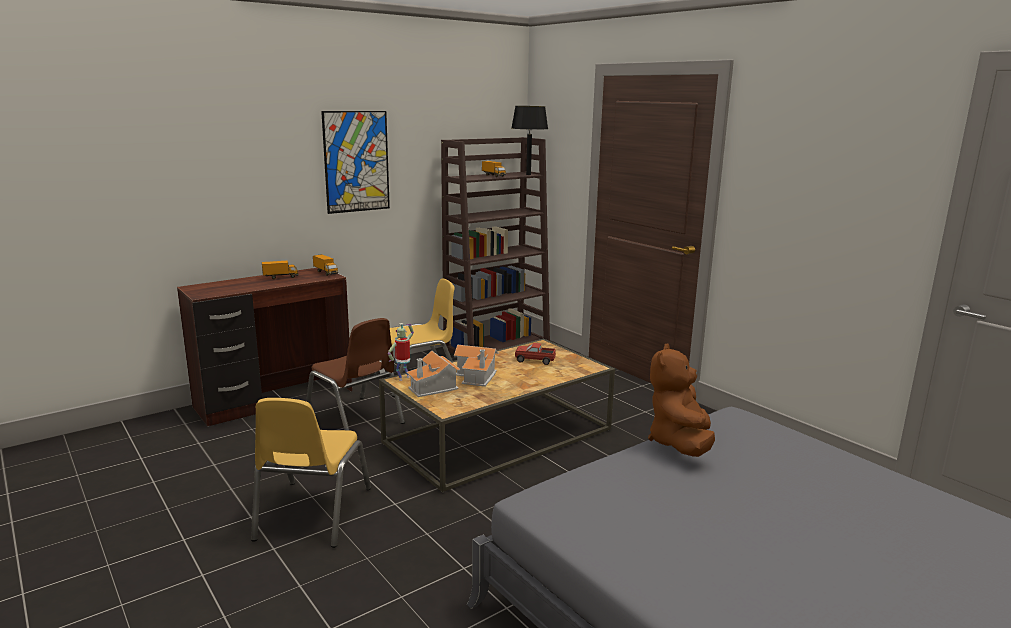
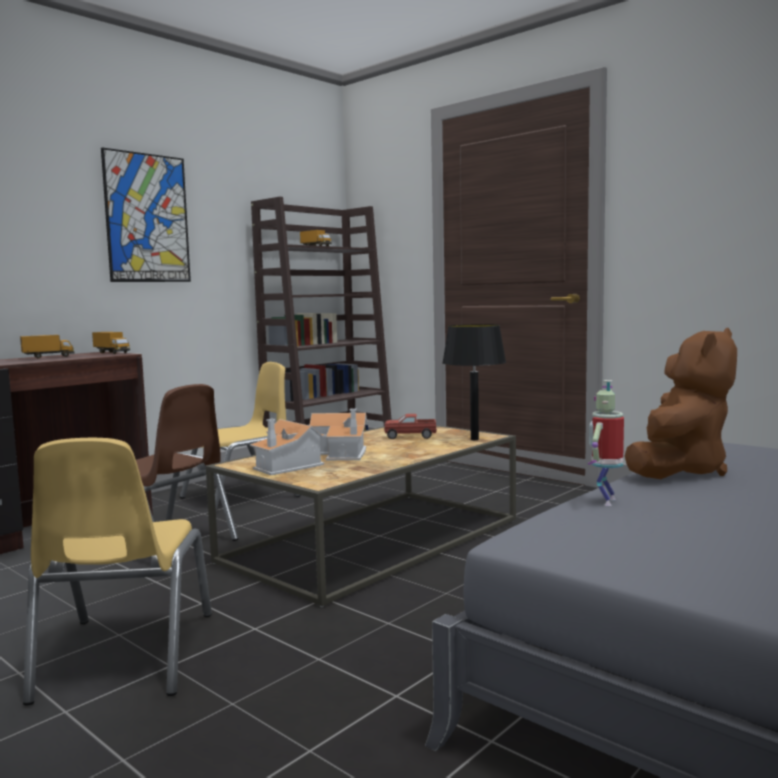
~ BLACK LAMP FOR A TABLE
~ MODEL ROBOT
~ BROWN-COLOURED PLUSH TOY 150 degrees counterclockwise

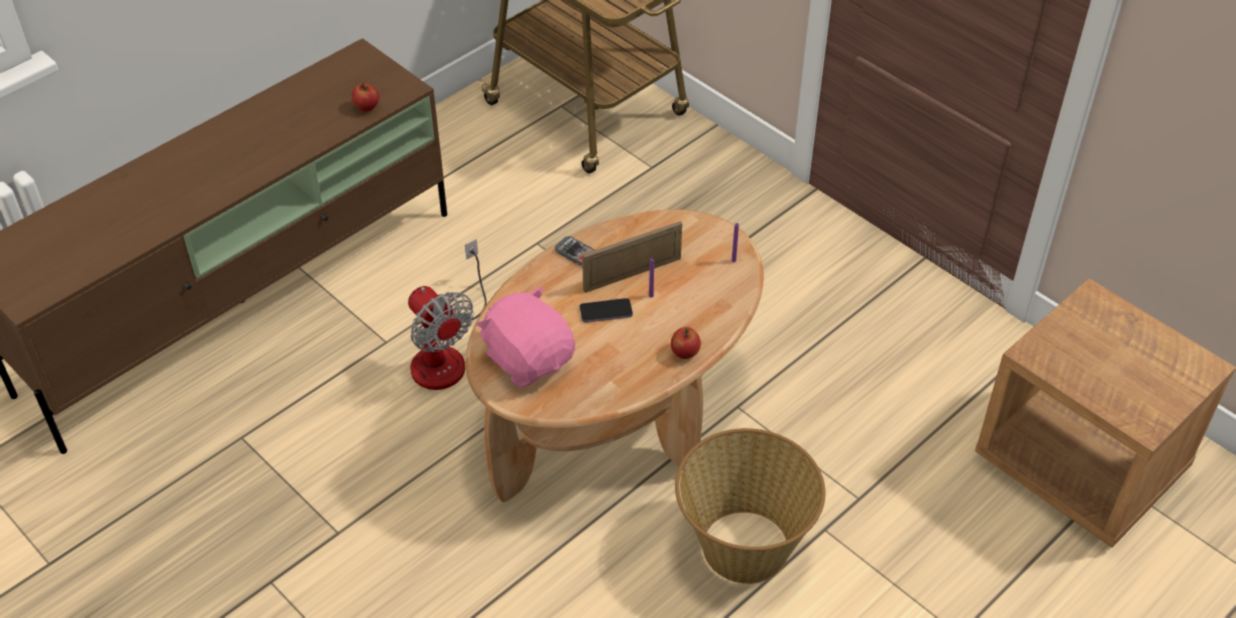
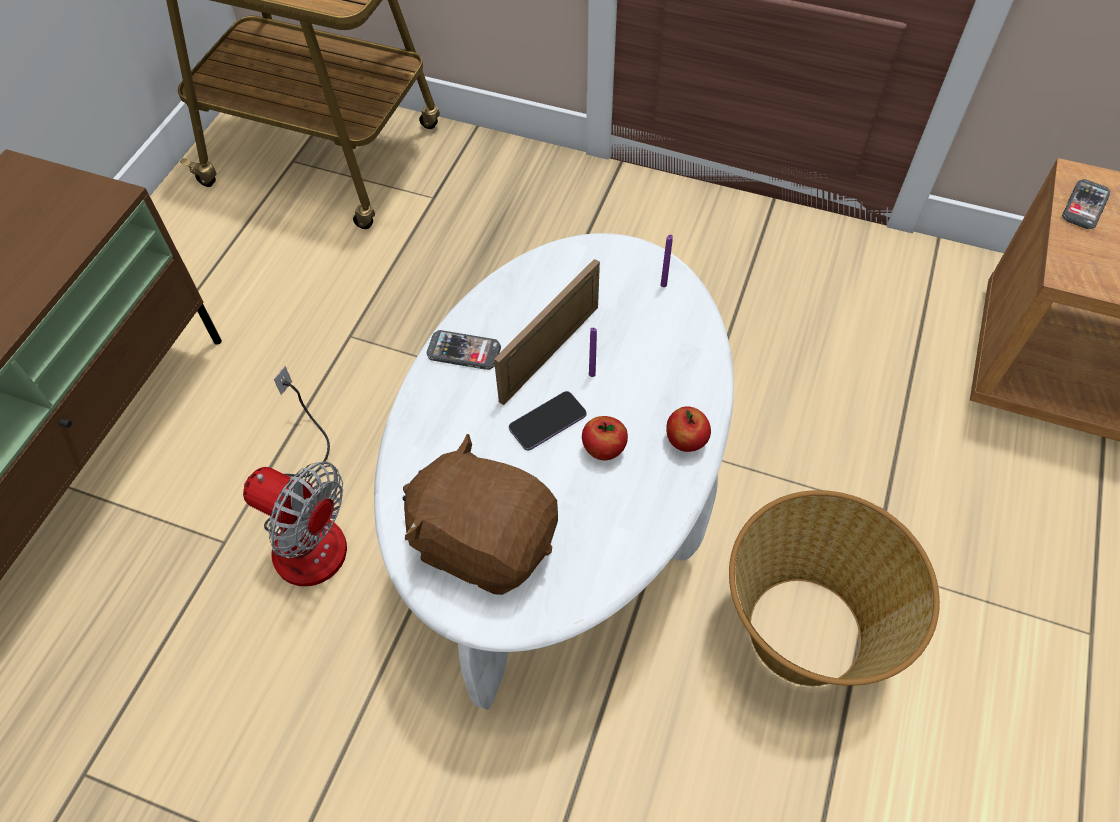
~ BROWN-COLOURED LOUNGE TABLE to WHITE LOUNGE TABLE
~ PINK PLUSH TOY to BROWN-COLOURED PLUSH TOY
~ APPLE FRUIT (1st from left)
+ TELEPHONE (3rd from left)

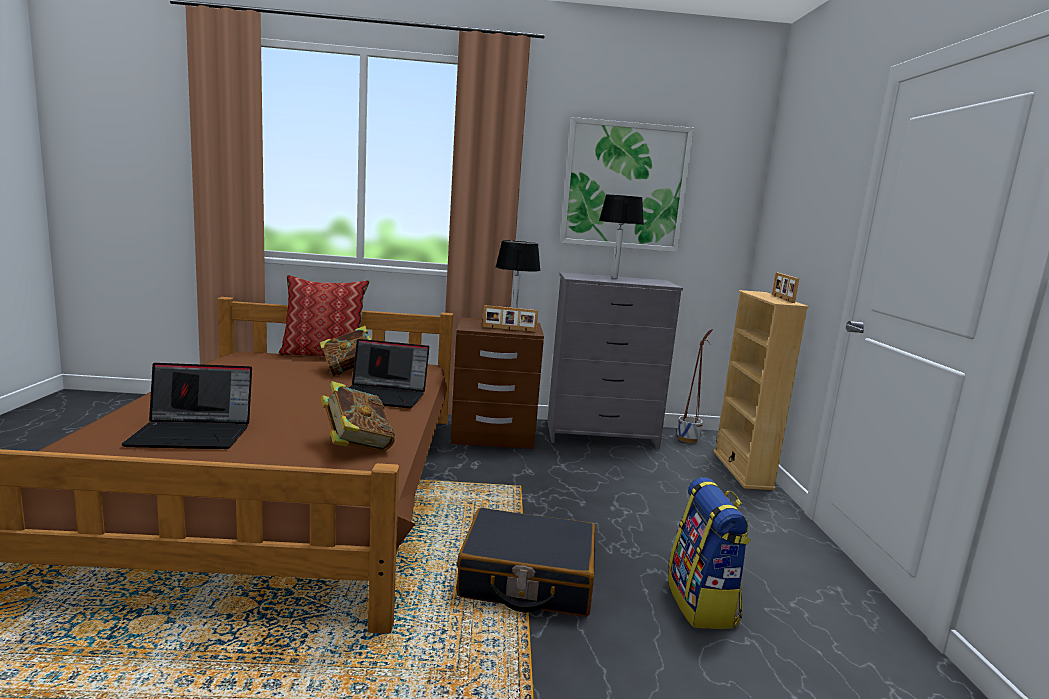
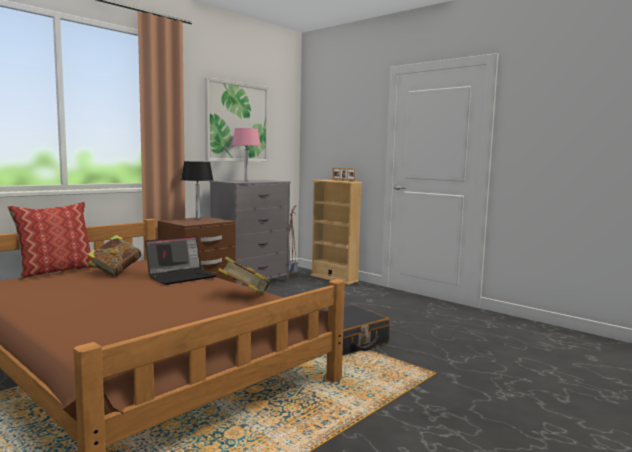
~ BLACK LAMP FOR A TABLE (2nd from left) to PINK LAMP FOR A TABLE
- LAPTOP (1st from left)
- STANDING FRAME (1st from left)
- BACKPACK

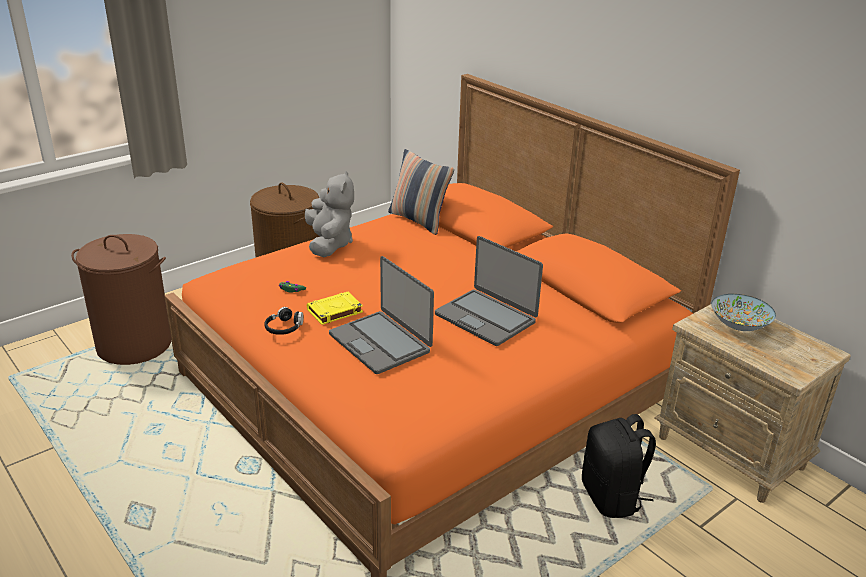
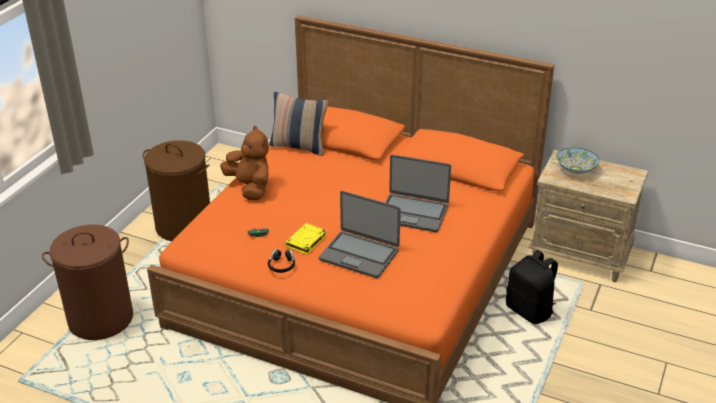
~ GREYISH PLUSH TOY to BROWN-COLOURED PLUSH TOY

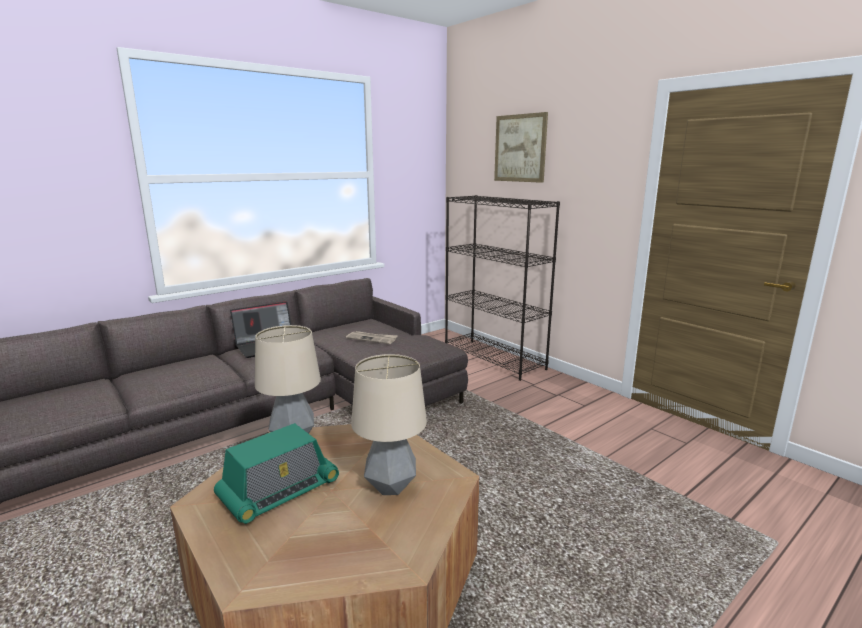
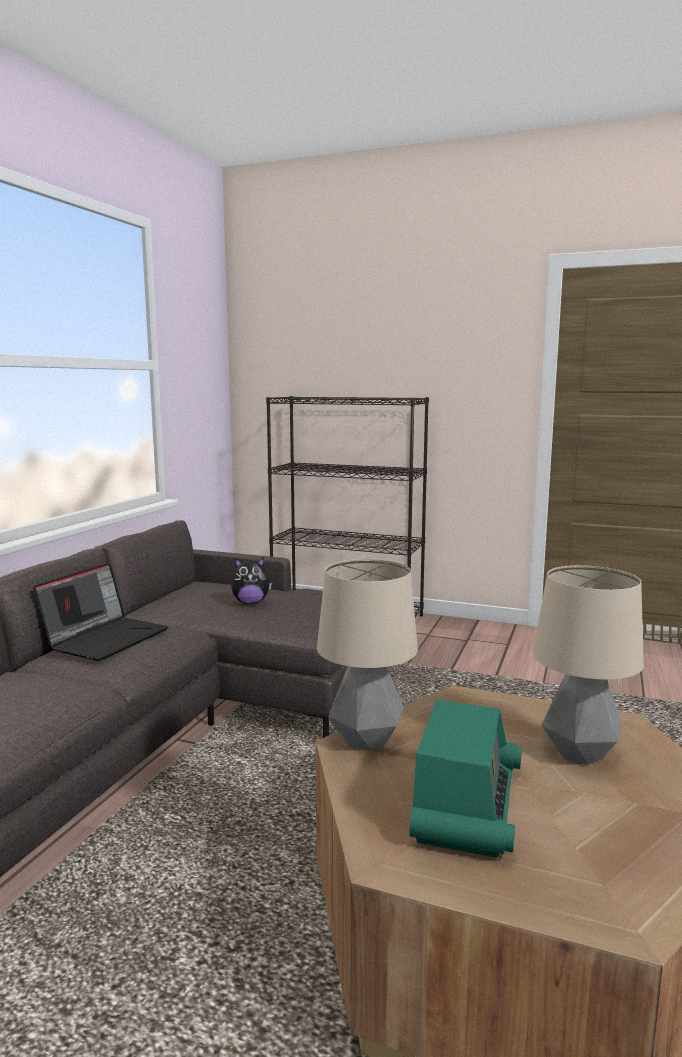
~ NEWSPAPER to PLUSH TOY
- WALL PICTURE

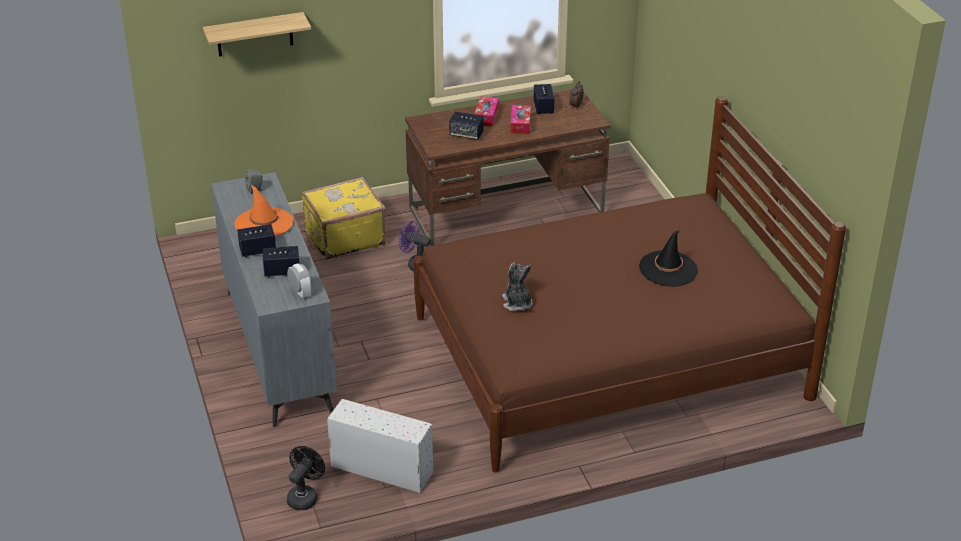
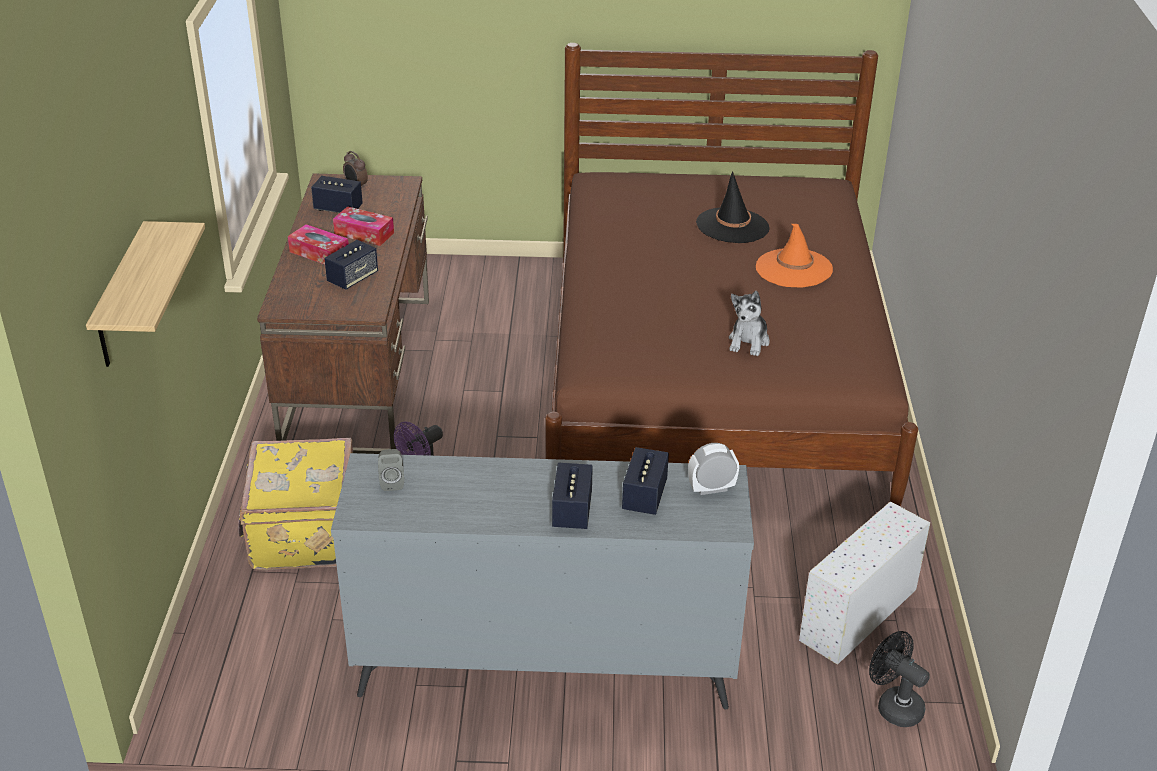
~ PLUSH TOY 75 degrees counterclockwise
~ ORANGE-COLOURED WEARABLE HAT

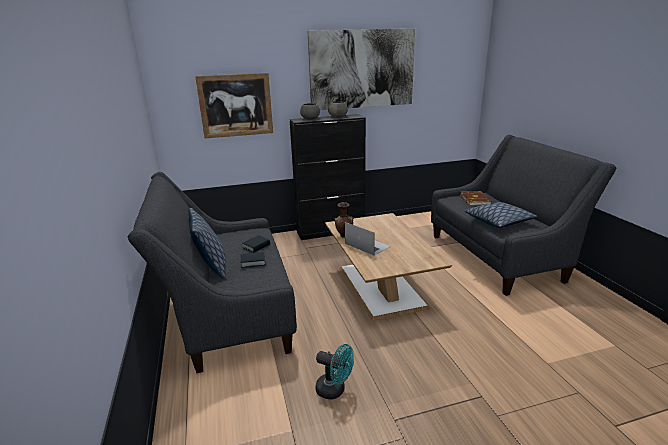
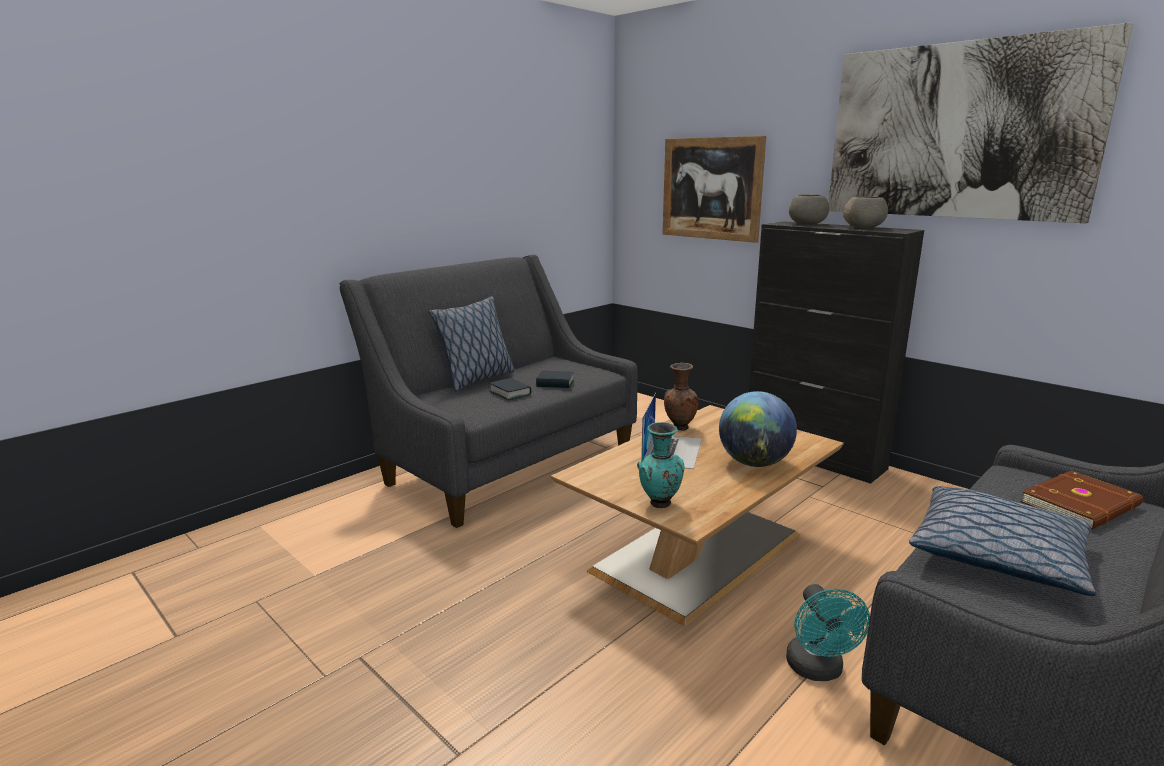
+ TURQUOISE FLOWER VASE
+ WORLD GLOBE
~ TURQUOISE FAN

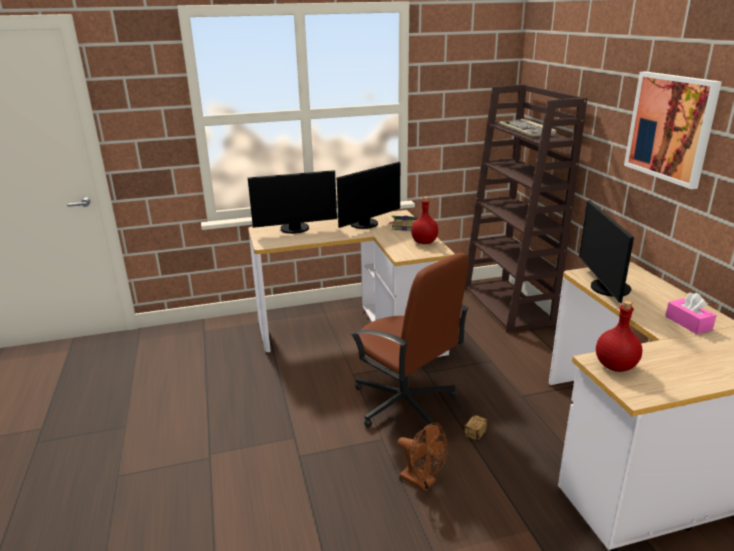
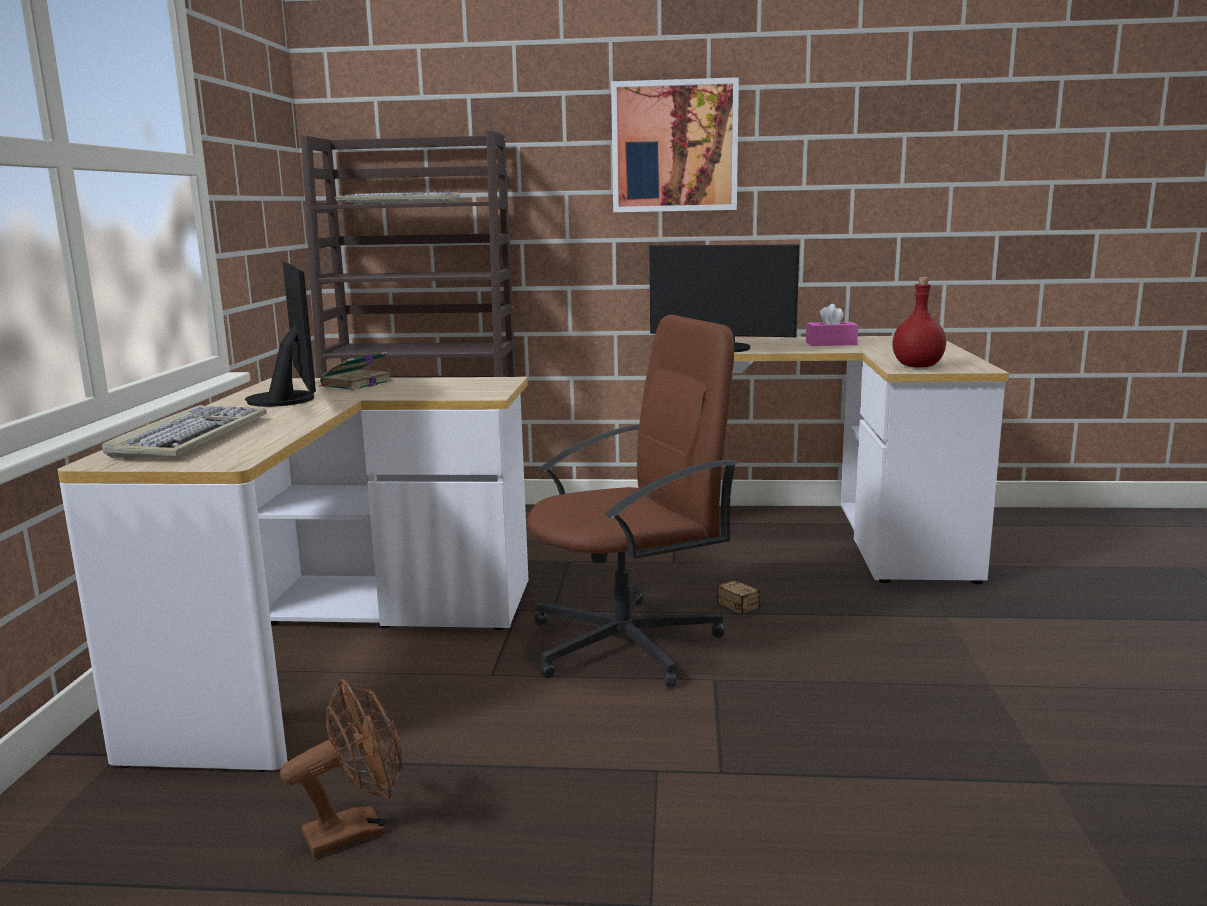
~ COMPUTER DISPLAY (1st from left) to COMPUTER KEYBOARD (1st from left)
~ BROWN-COLOURED FAN
- REDDISH DRINK BOTTLE (1st from left)

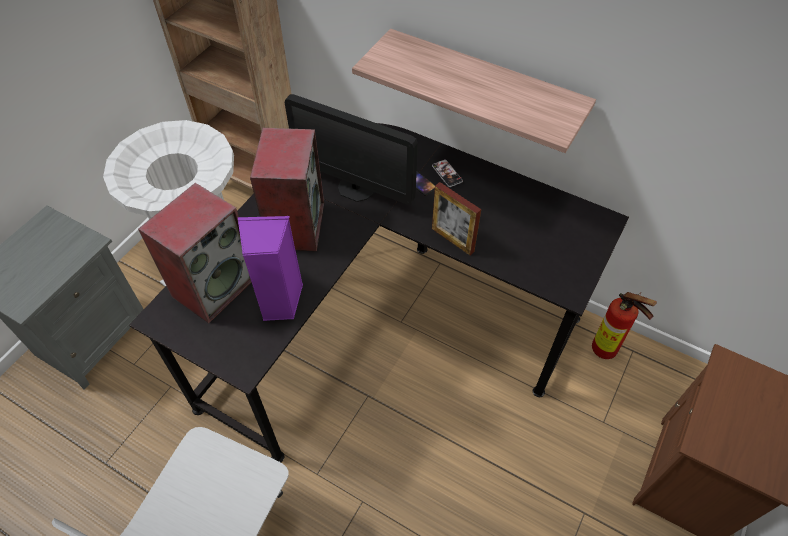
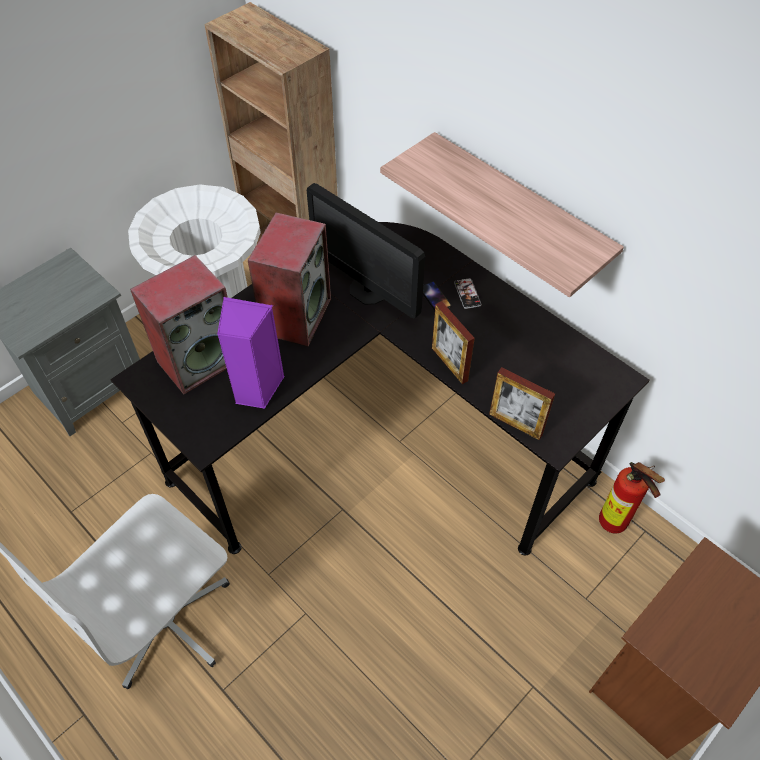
+ STANDING FRAME (2nd from left)

